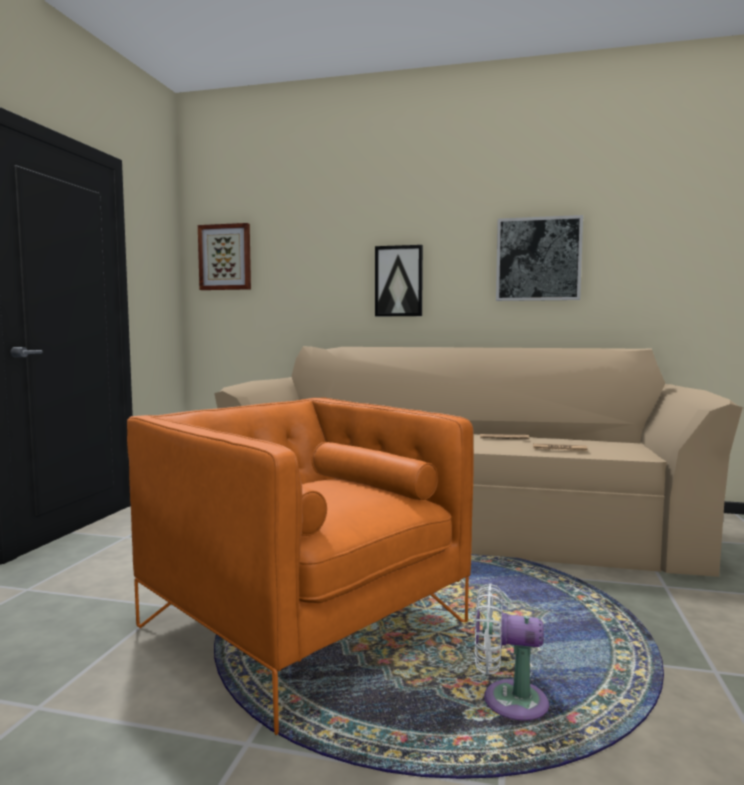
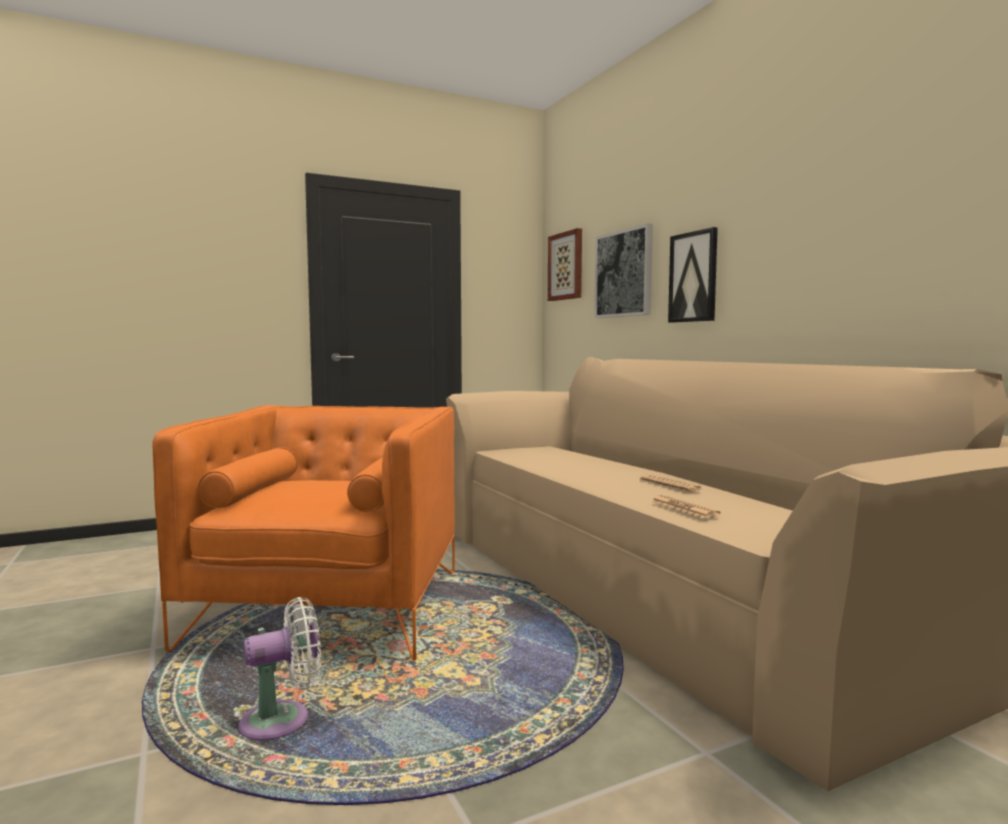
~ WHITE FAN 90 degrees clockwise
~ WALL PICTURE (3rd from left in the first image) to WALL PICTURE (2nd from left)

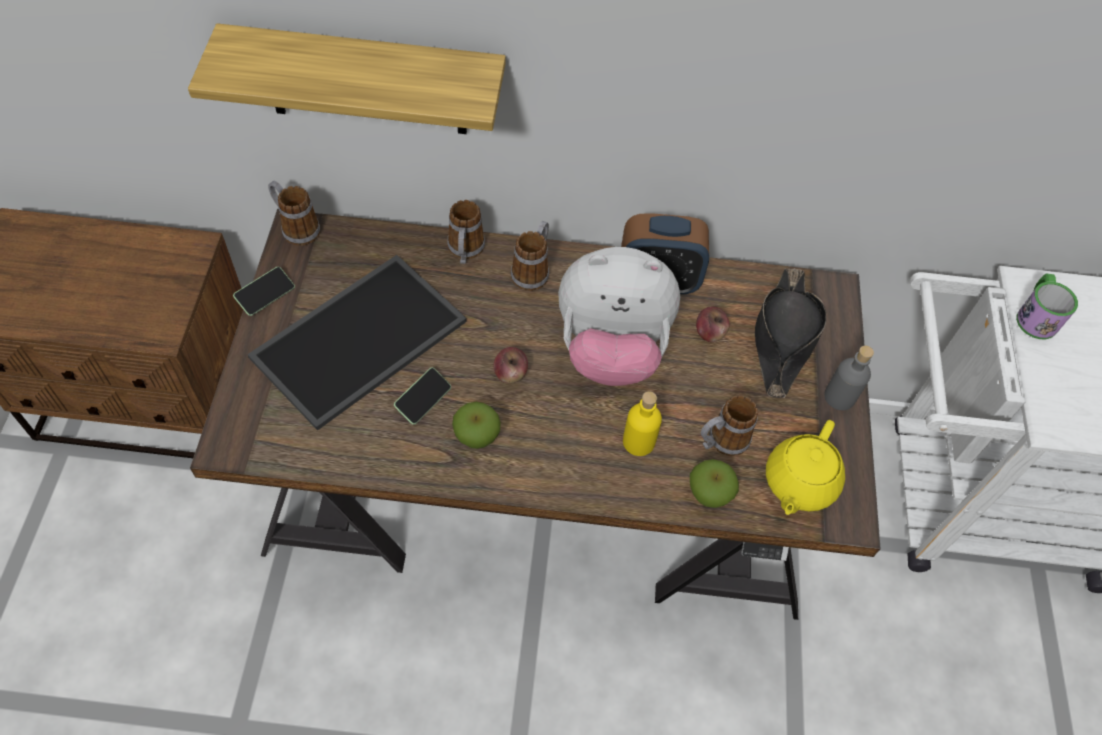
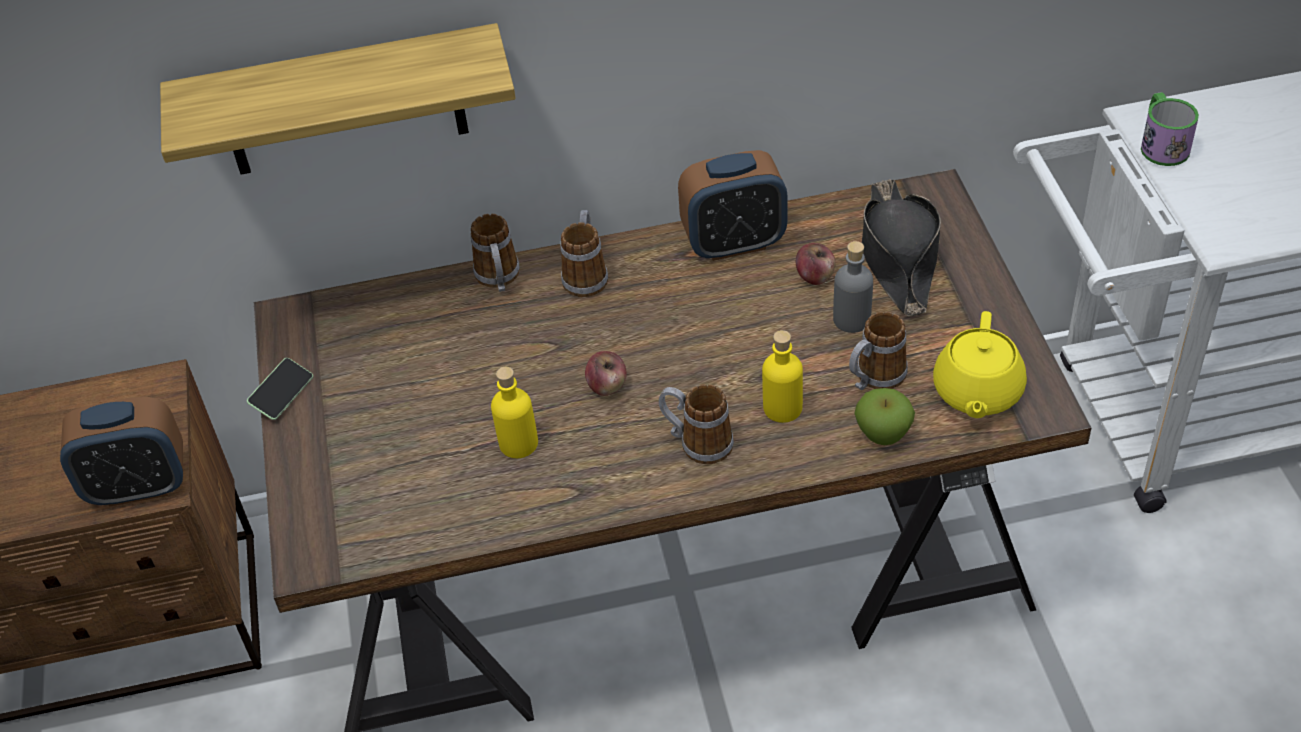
+ BEDSIDE CLOCK (1st from left)
~ TELEPHONE (2nd from left) to YELLOW-COLOURED DRINK BOTTLE (1st from left)
~ COFFEE MUG (1st from left in the first image) to COFFEE MUG (3rd from left)
~ GREYISH DRINK BOTTLE
- SERVING TRAY
- APPLE FRUIT (1st from left)
- PLUSH TOY

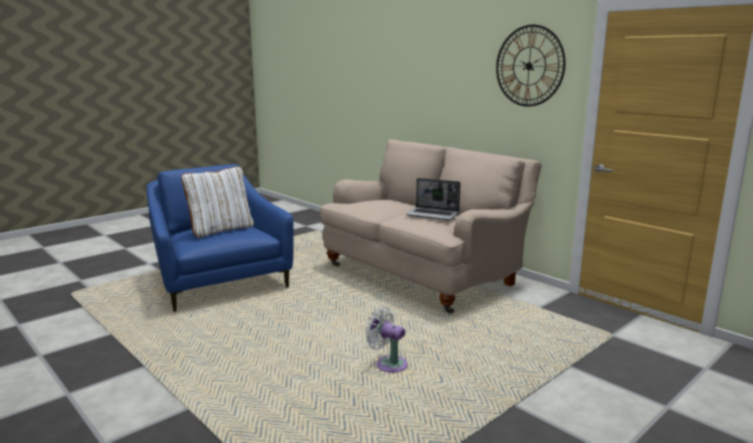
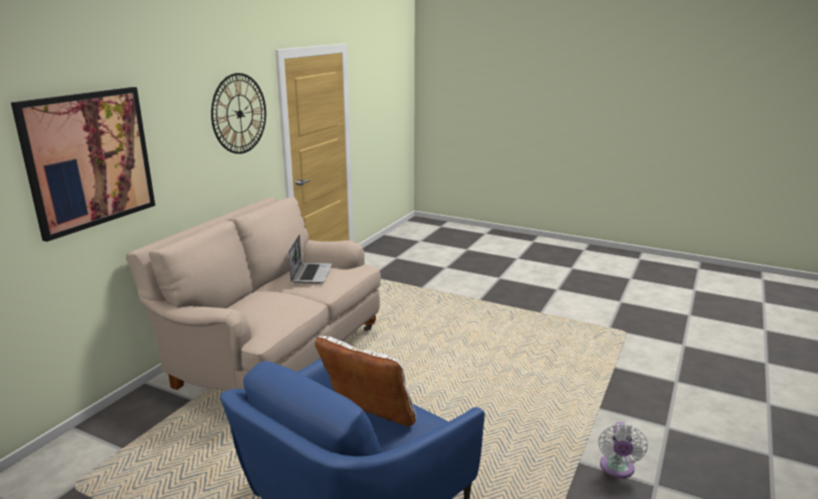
+ WALL PICTURE
~ WHITE FAN

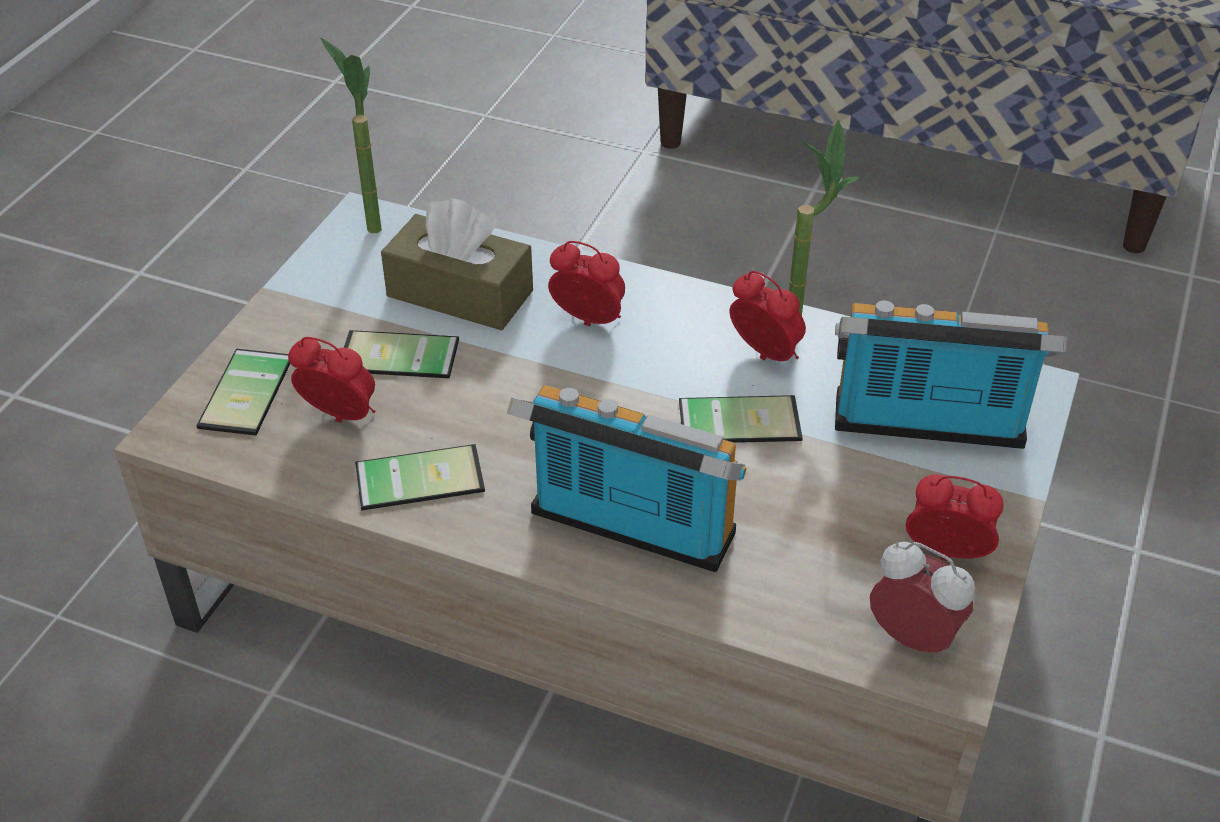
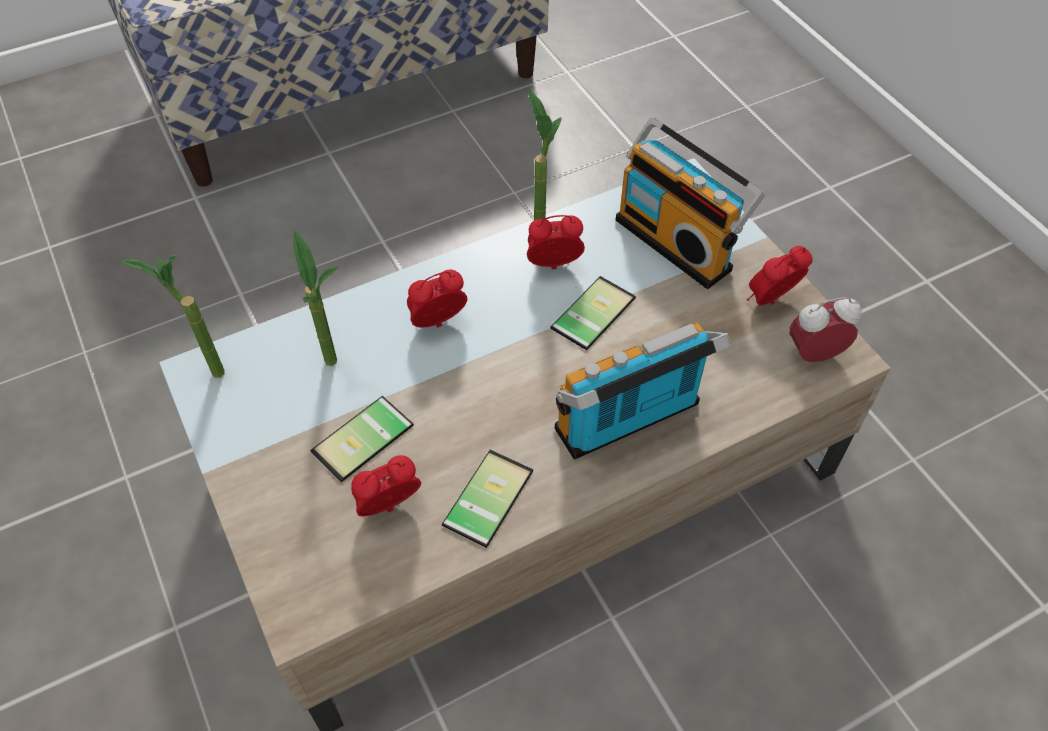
~ BROWN-COLOURED TISSUE HOLDER to HOUSEPLANT (2nd from left)
~ RADIO (2nd from left) 90 degrees counterclockwise
- TELEPHONE (1st from left)

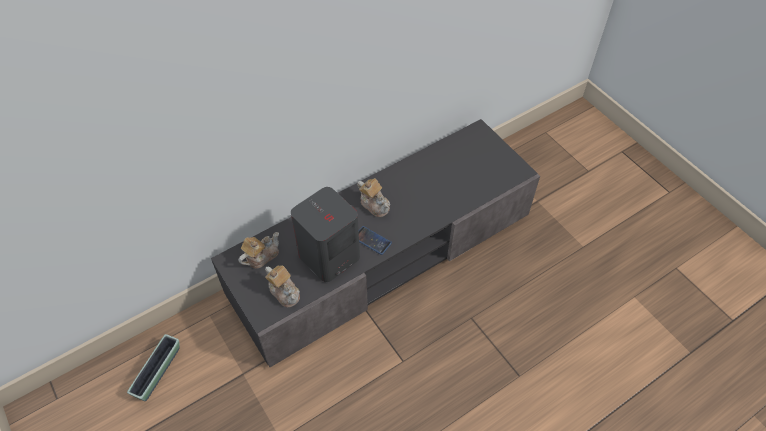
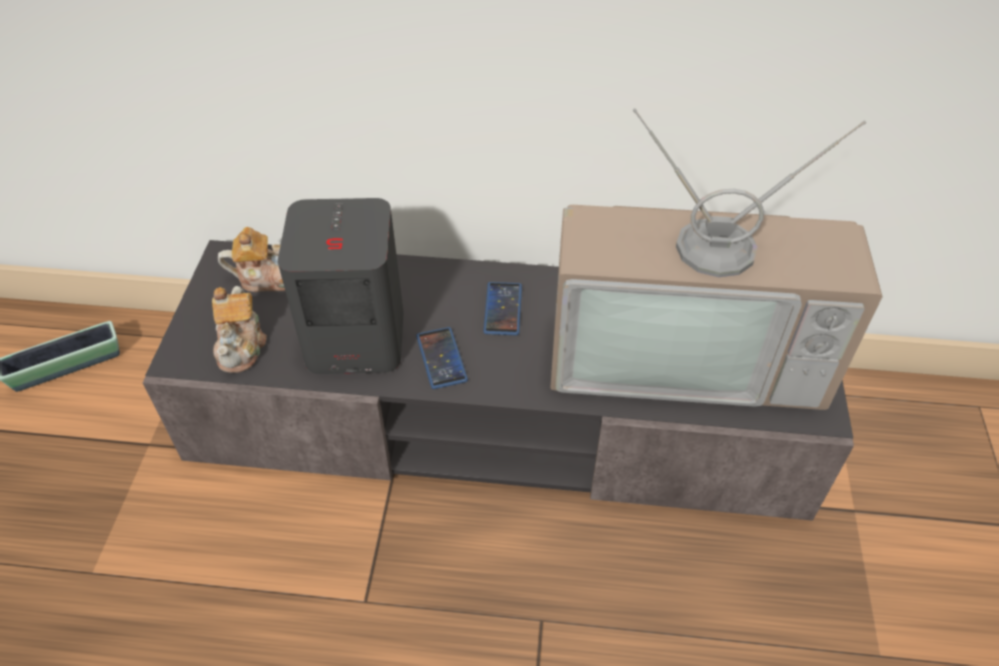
~ TEAPOT (3rd from left) to TELEPHONE (2nd from left)
+ TELEVISION

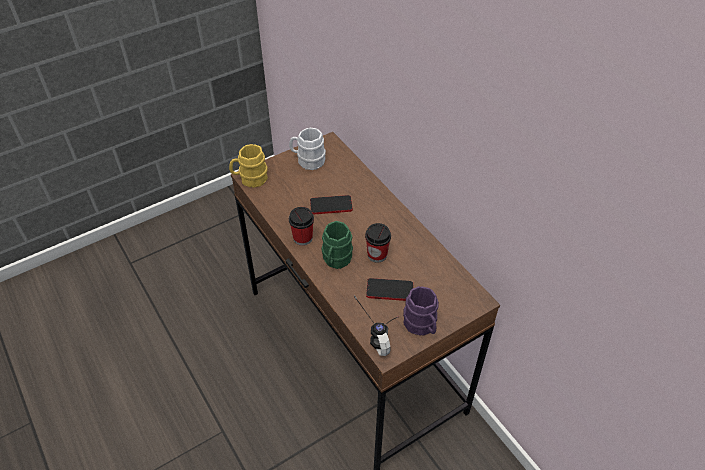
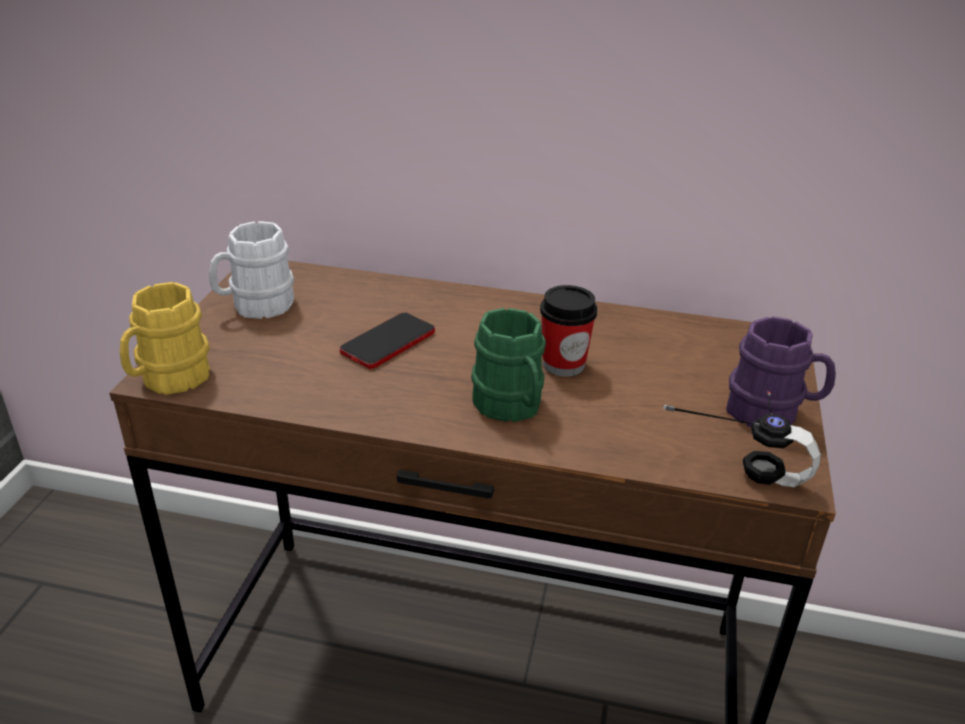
- SMALL CUP (1st from left)
- TELEPHONE (2nd from left)

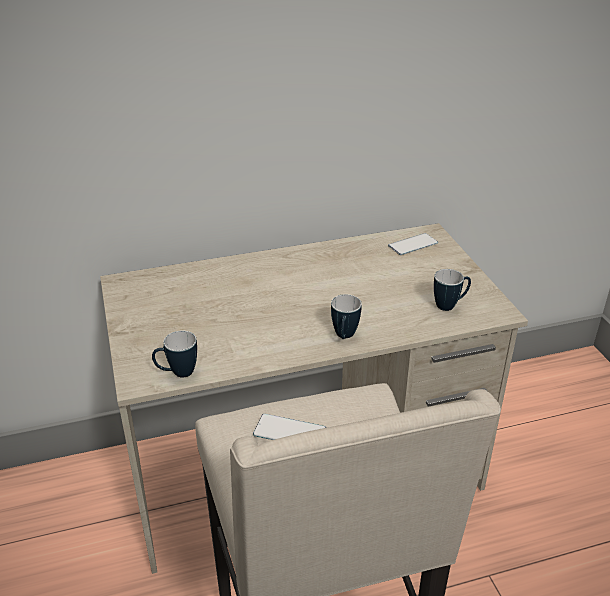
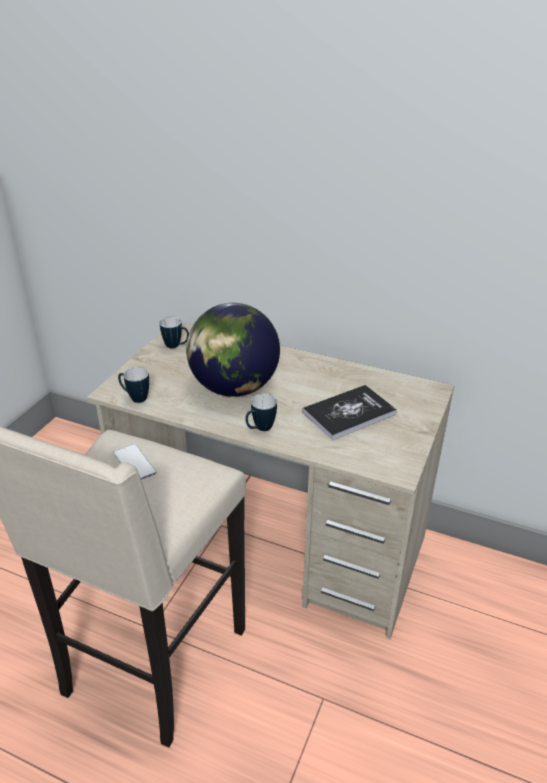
~ COFFEE MUG (3rd from left in the first image) to COFFEE MUG (2nd from left)
+ WORLD GLOBE
+ BOOK
- TELEPHONE (2nd from left)

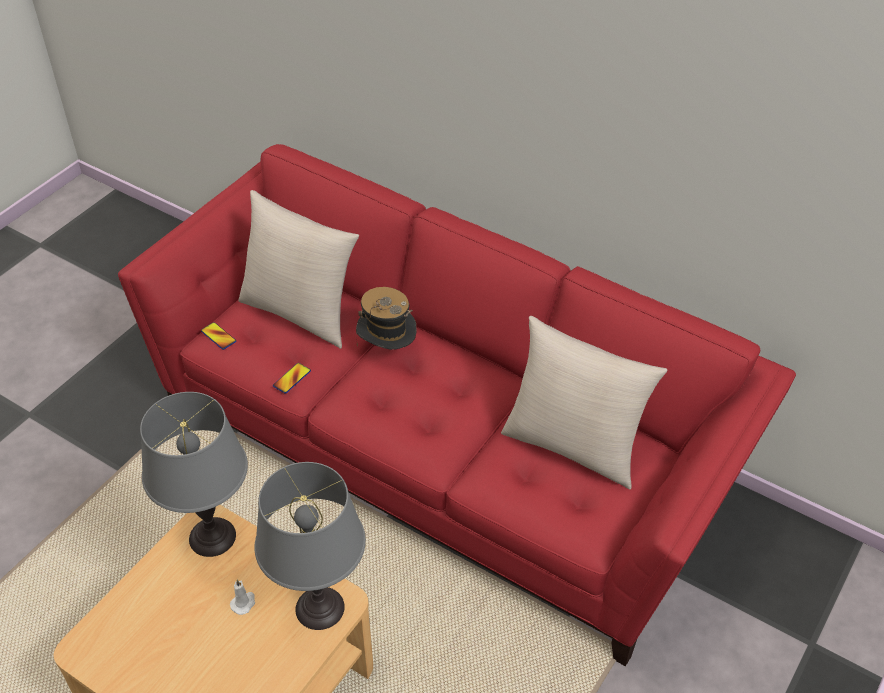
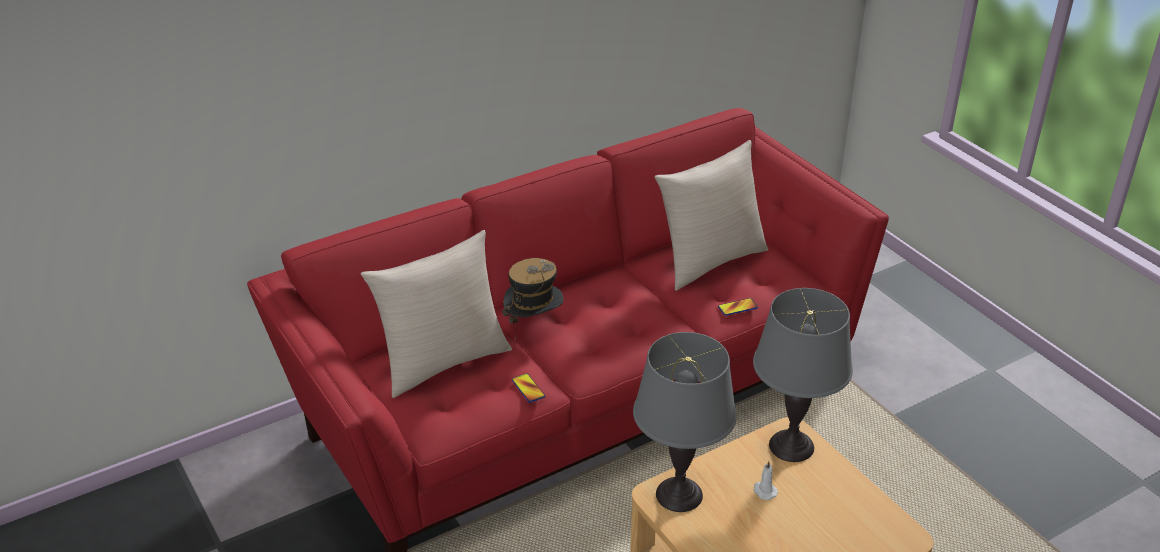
~ TELEPHONE (1st from left in the first image) to TELEPHONE (2nd from left)

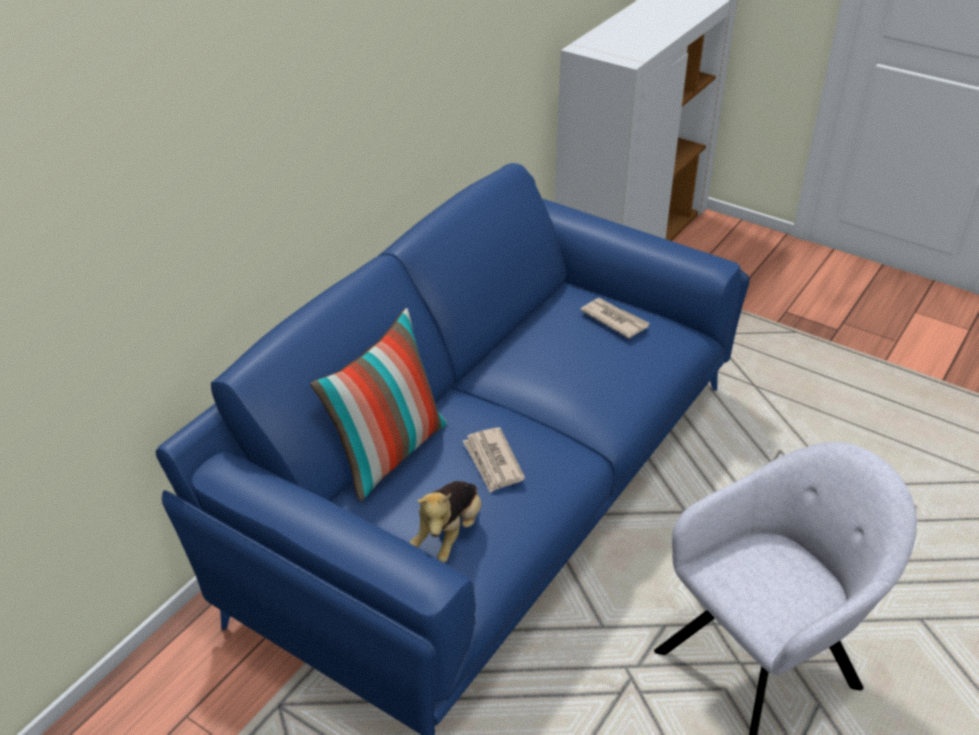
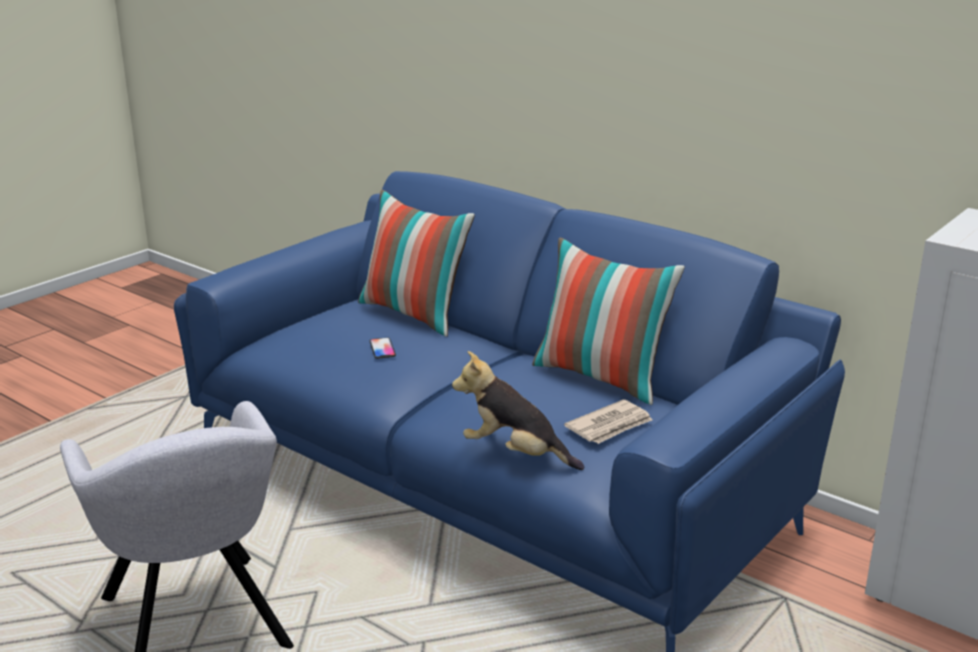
~ NEWSPAPER (1st from left) to TELEPHONE
~ PLUSH TOY
+ CUSHION (2nd from left)

